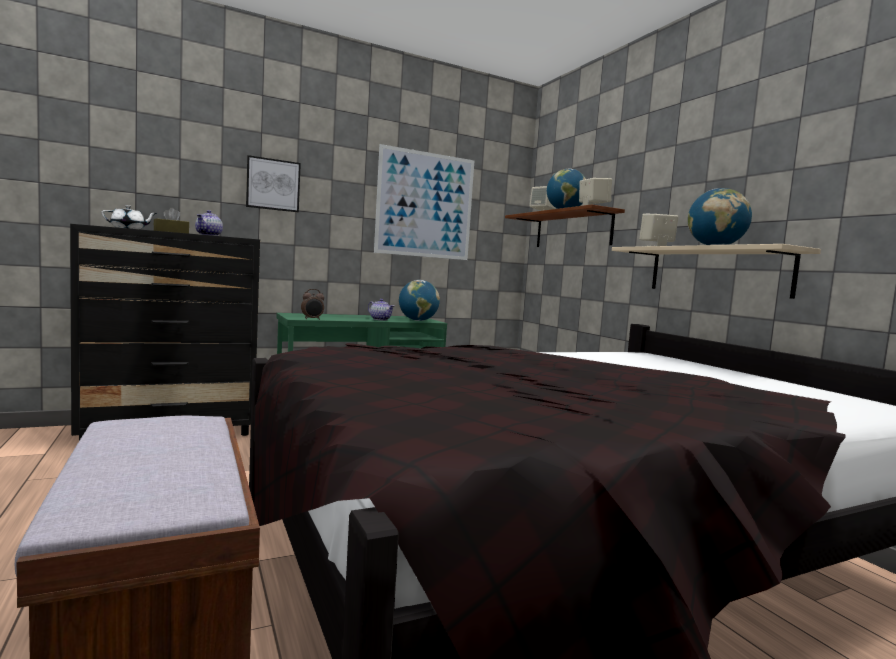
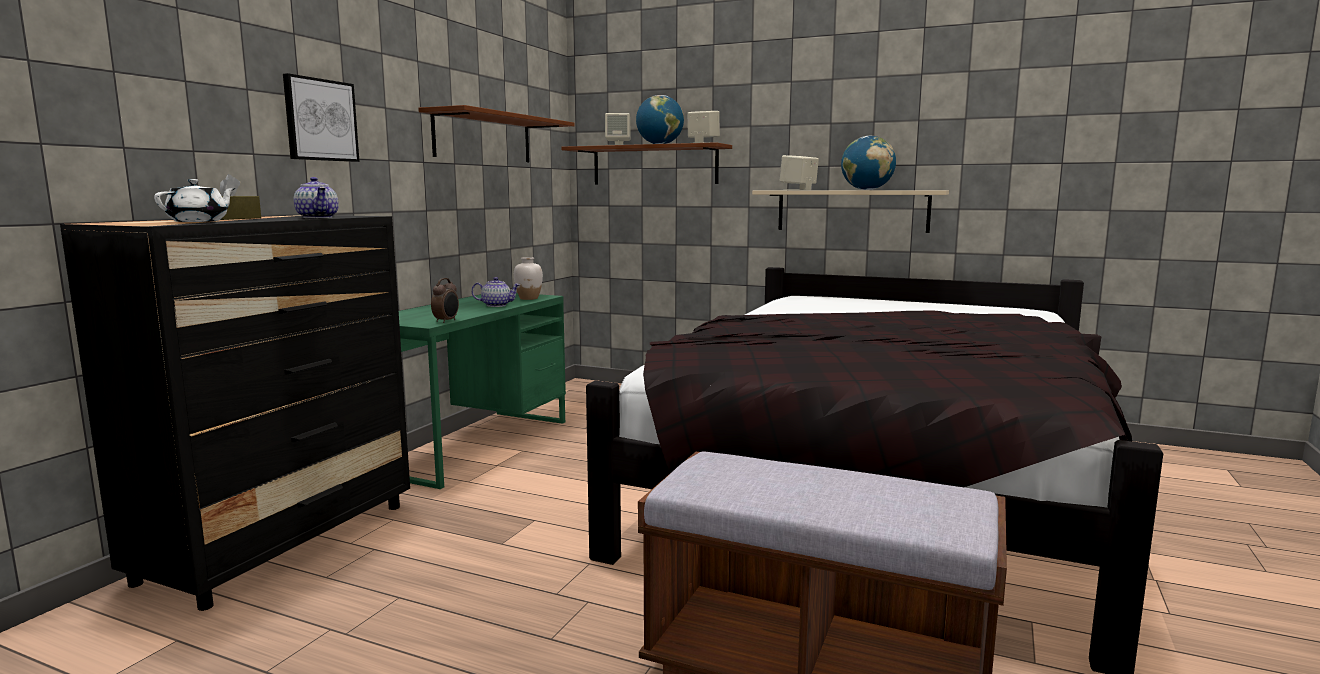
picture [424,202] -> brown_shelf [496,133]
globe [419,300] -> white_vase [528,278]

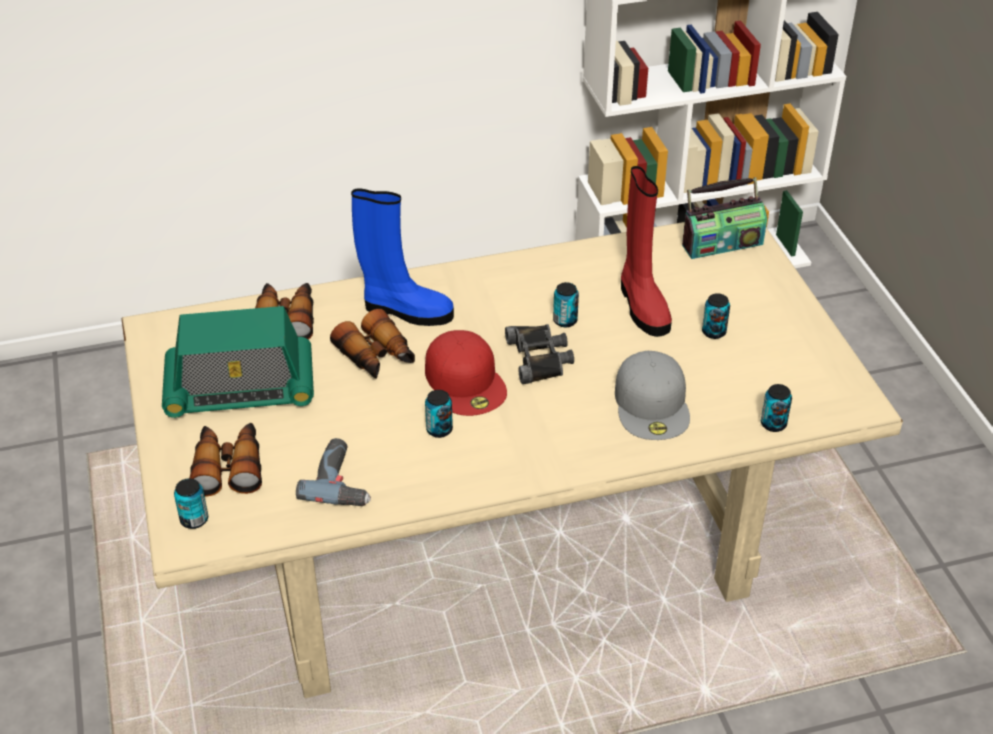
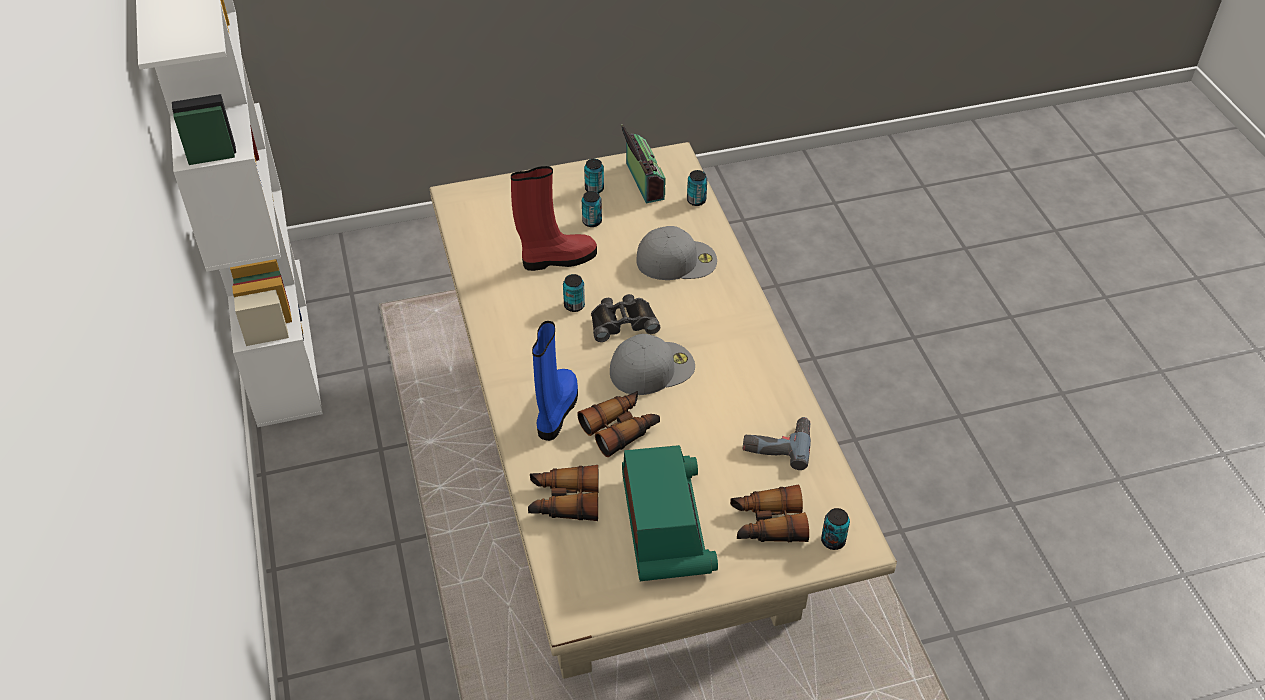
red_cap [466,373] -> grey_cap [652,364]
can [439,414] -> can [594,176], relocated
radio [724,218] -> radio [643,164], relocated

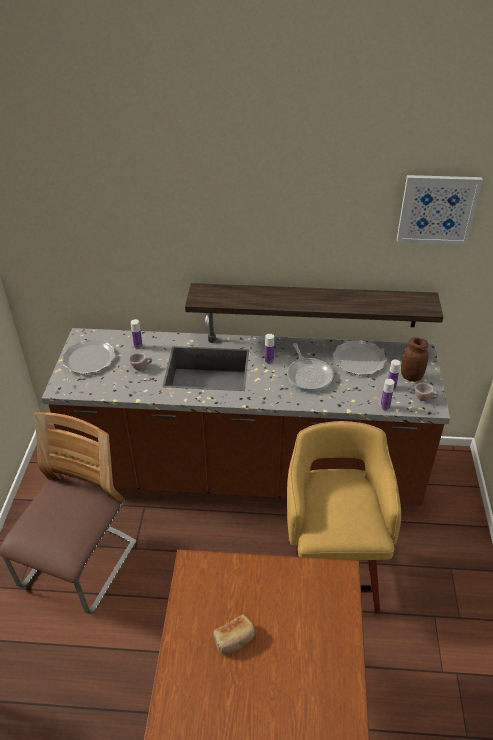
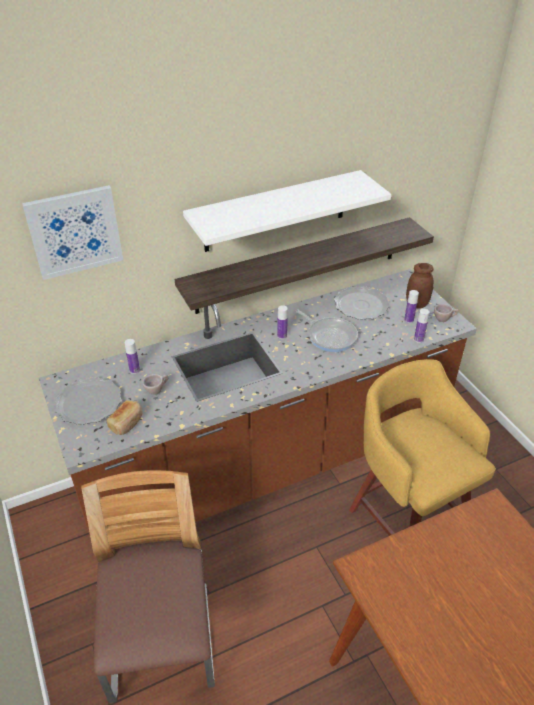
bread [234,634] -> bread [124,417], relocated
picture [440,210] -> picture [72,232], relocated
none -> white_shelf [287,211]

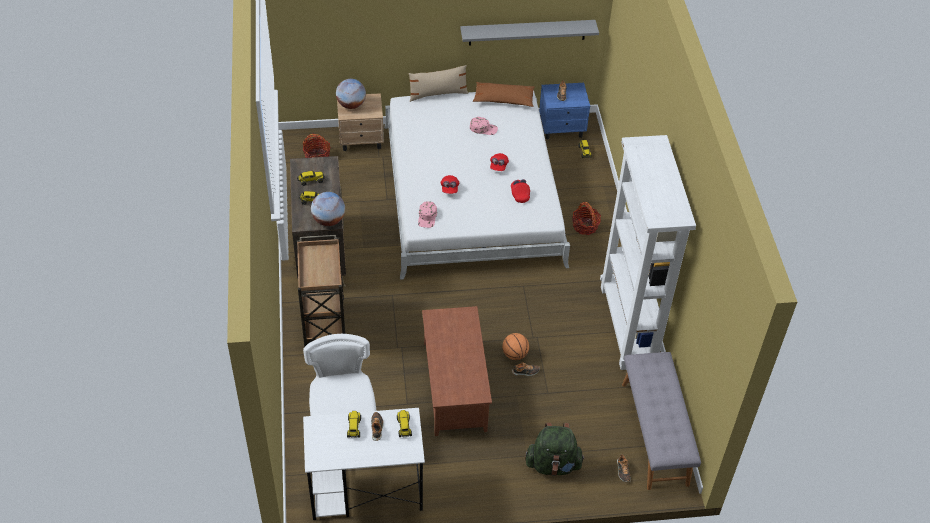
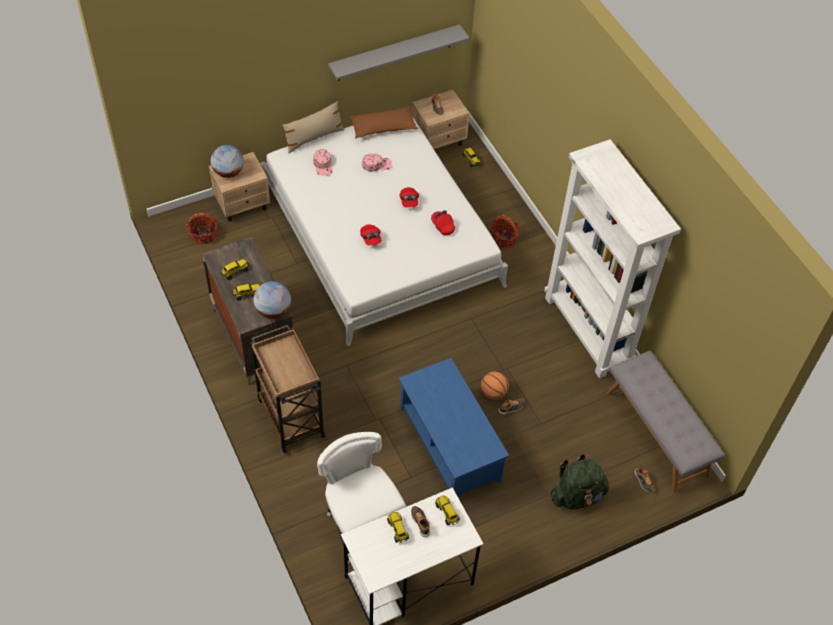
pink_cap [427,214] -> pink_cap [323,162], relocated
brown_coffee_table [457,371] -> blue_coffee_table [454,427]
blue_nightstand [564,111] -> beige_nightstand [441,119]

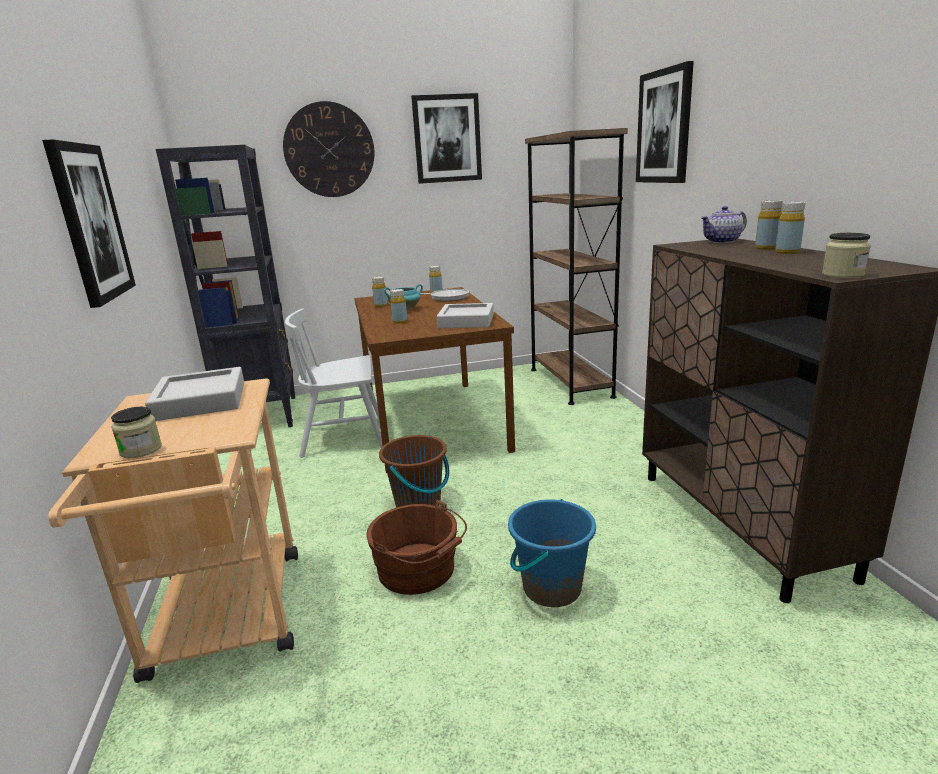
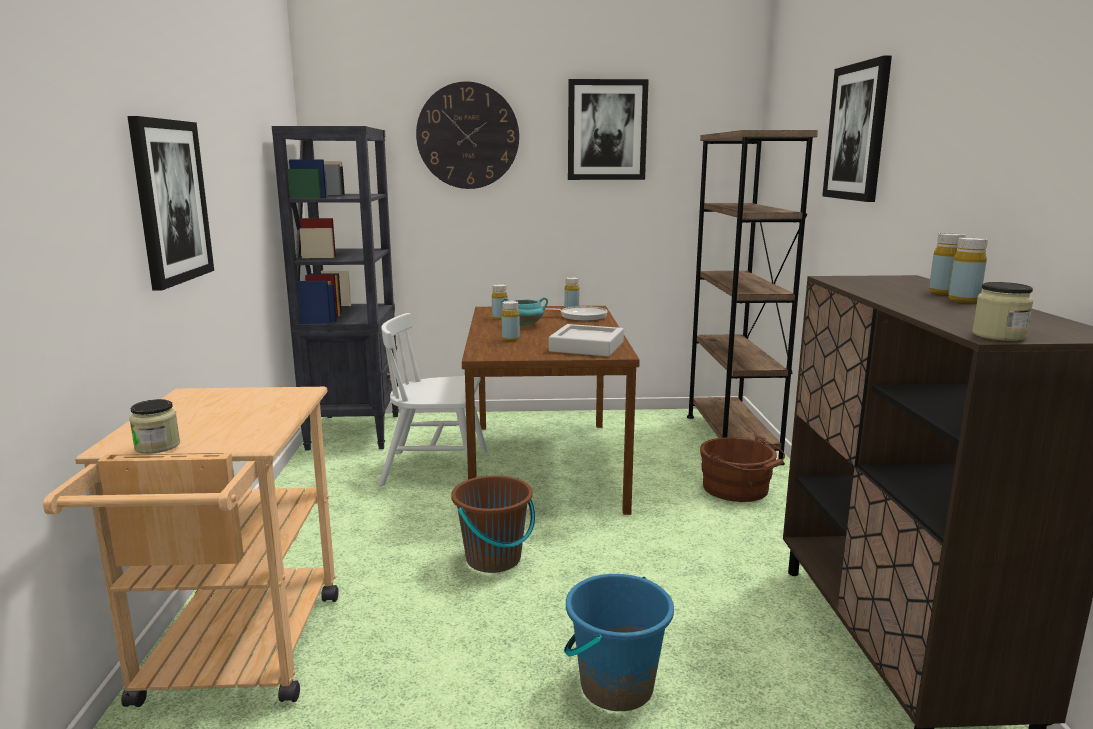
grey_tray [194,394] -> none
brown_bucket [417,547] -> brown_bucket [742,468], relocated
teapot [724,224] -> none

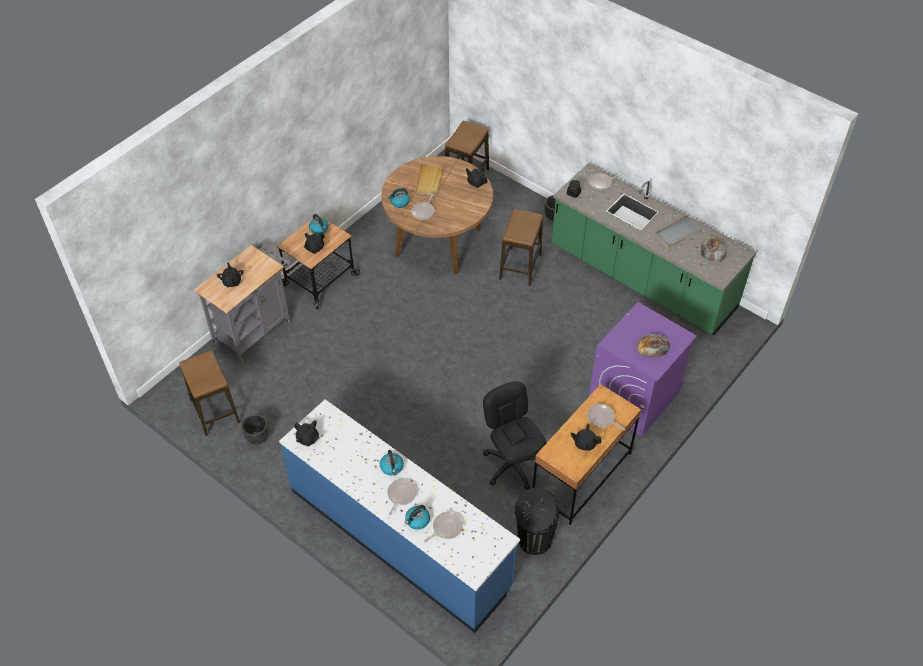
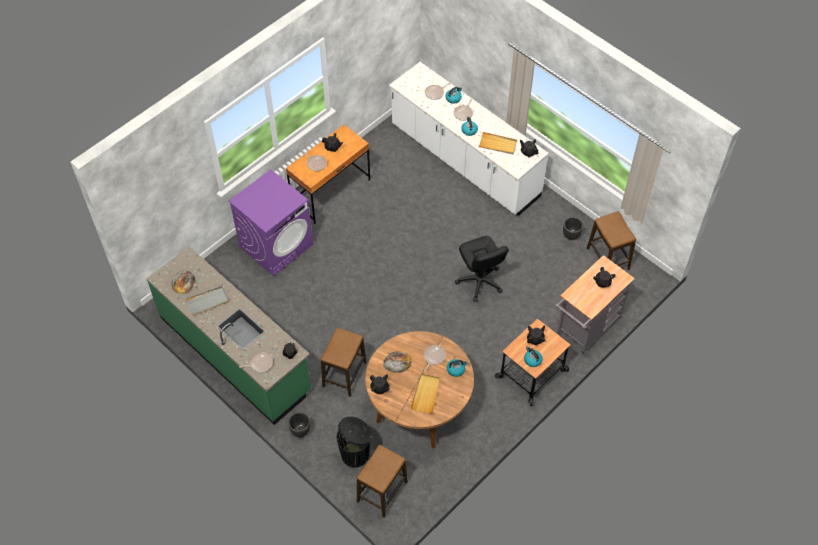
blue_counter [399,516] -> white_counter [469,139]
black_office_chair [514,435] -> black_office_chair [482,269], relocated
black_trash_can [537,521] -> black_trash_can [354,442], relocated
bread [653,345] -> bread [397,362], relocated
none -> beige_tray [498,143]

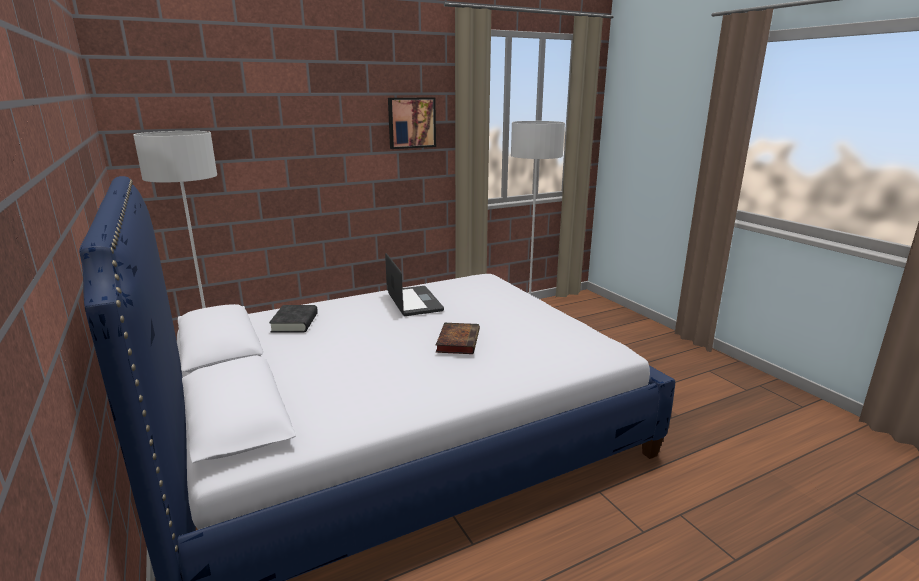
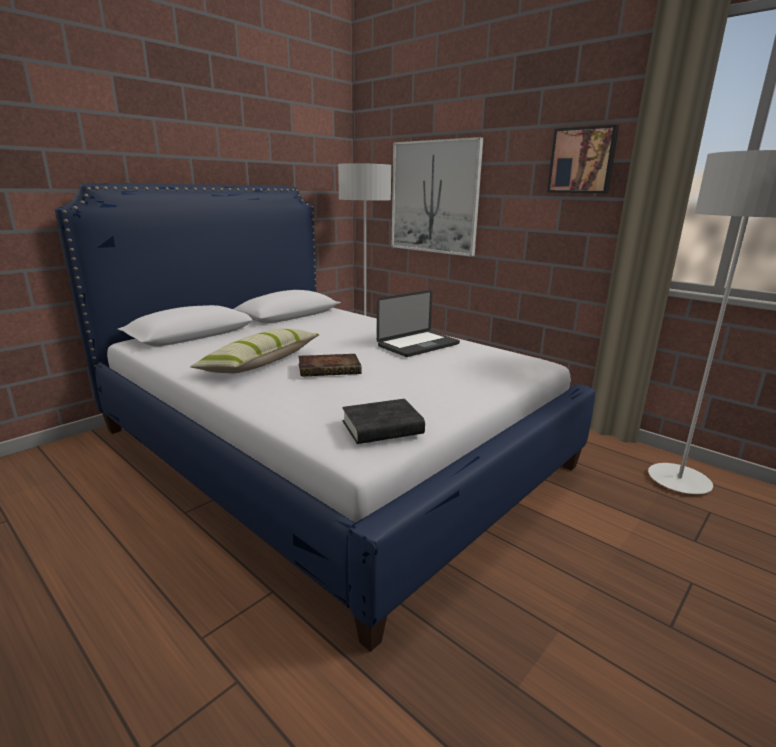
black_book [293,319] -> black_book [383,421], relocated
none -> pillow [254,351]
none -> picture [437,197]

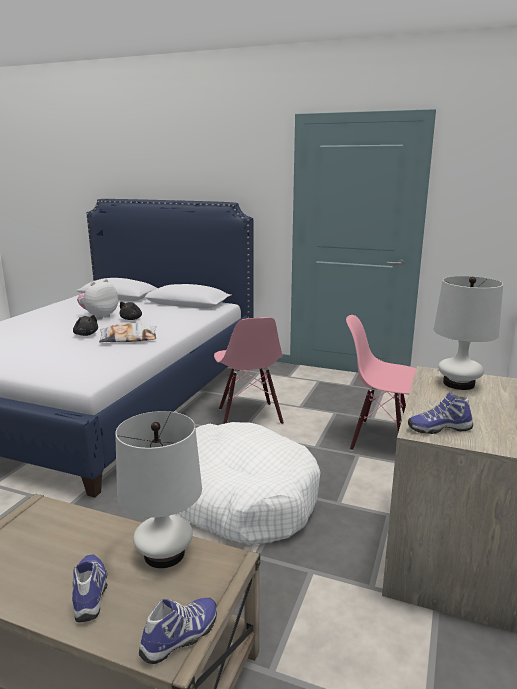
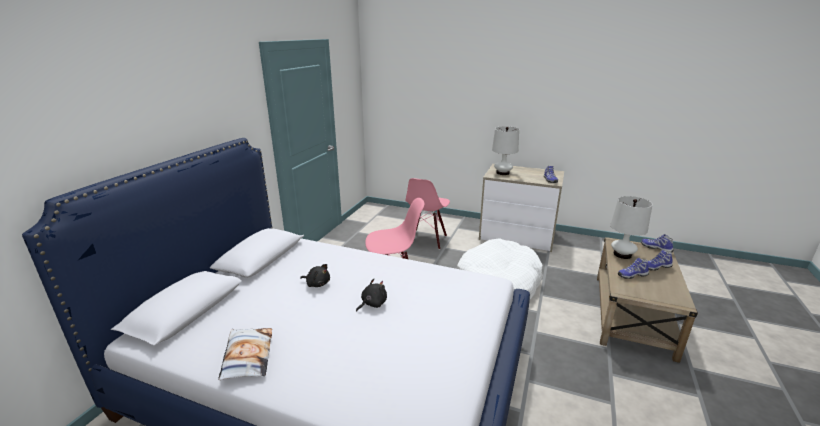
plush_toy [97,299] -> none
pillow [128,332] -> pillow [245,354], relocated
none -> shoe [633,268]

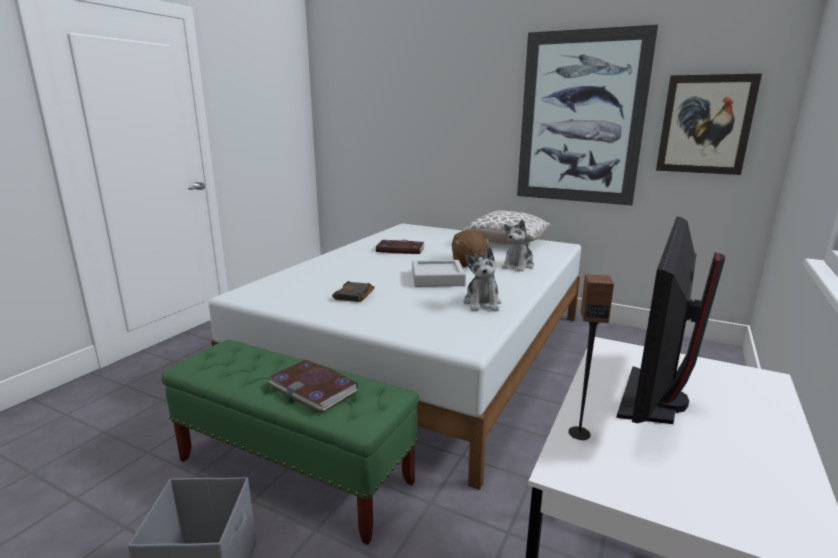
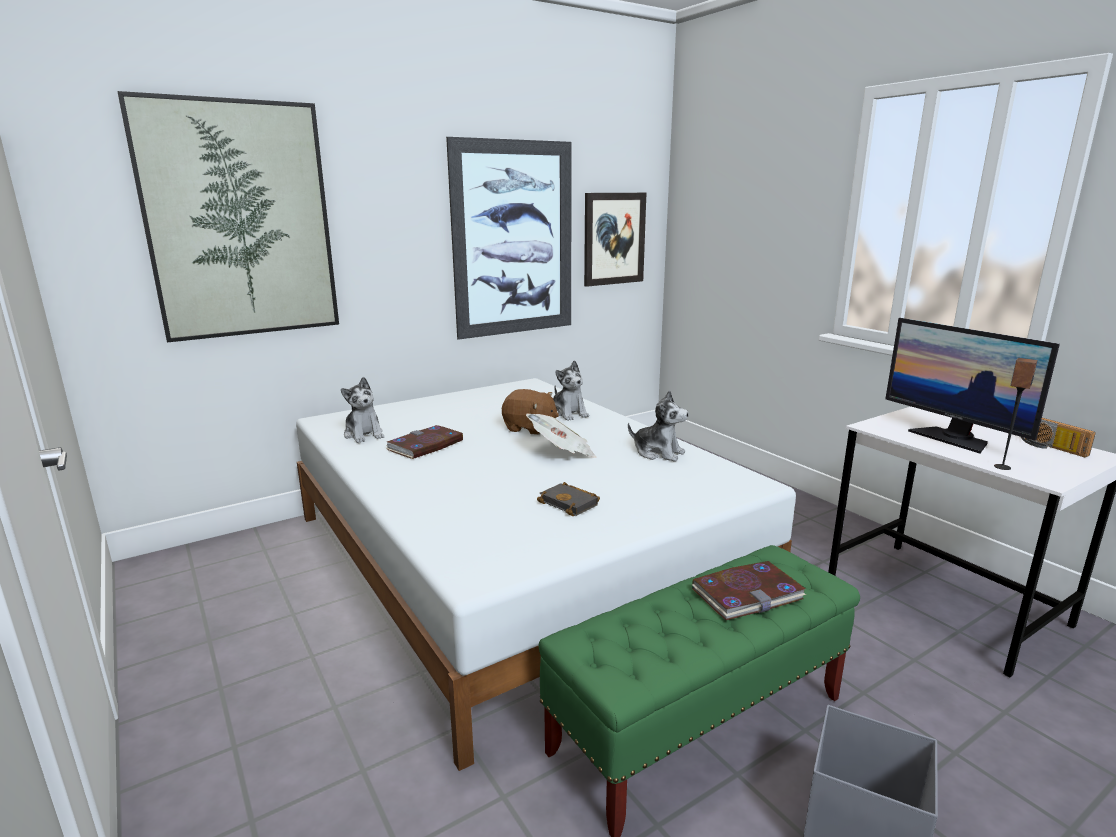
grey_tray [439,273] -> newspaper [561,435]
pillow [506,228] -> none
none -> picture [228,217]
none -> plush_toy [362,410]
none -> radio [1058,437]

